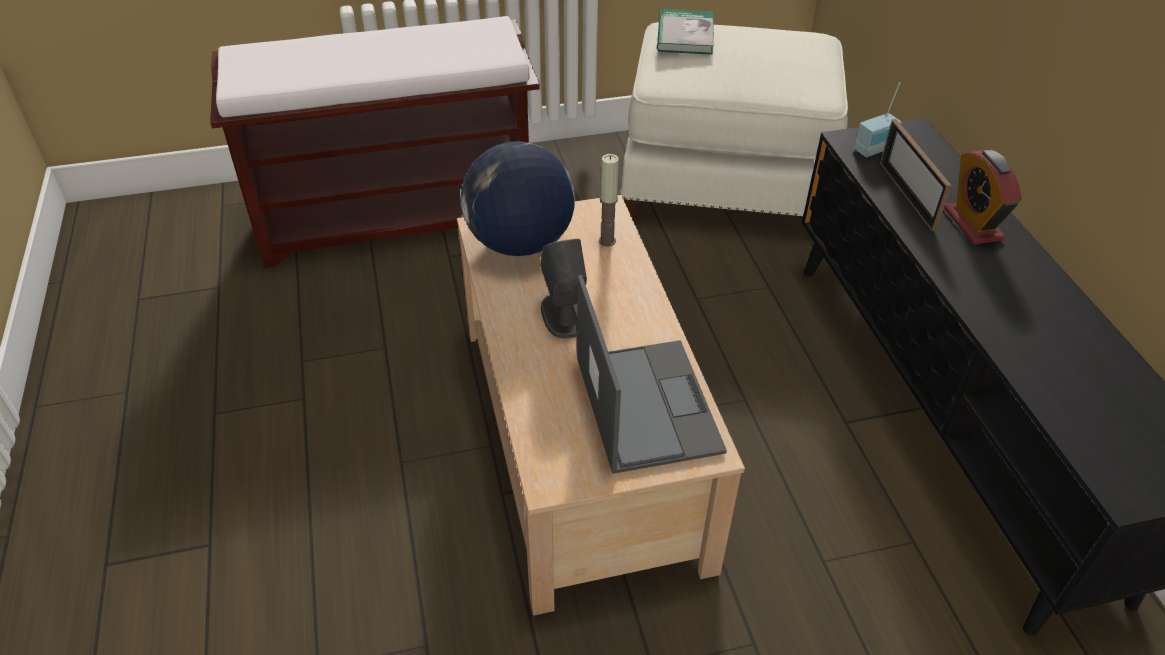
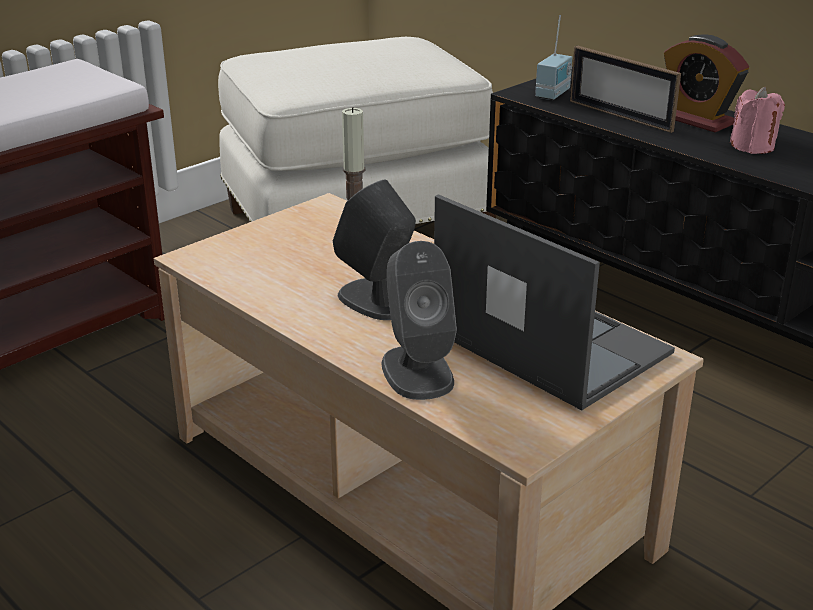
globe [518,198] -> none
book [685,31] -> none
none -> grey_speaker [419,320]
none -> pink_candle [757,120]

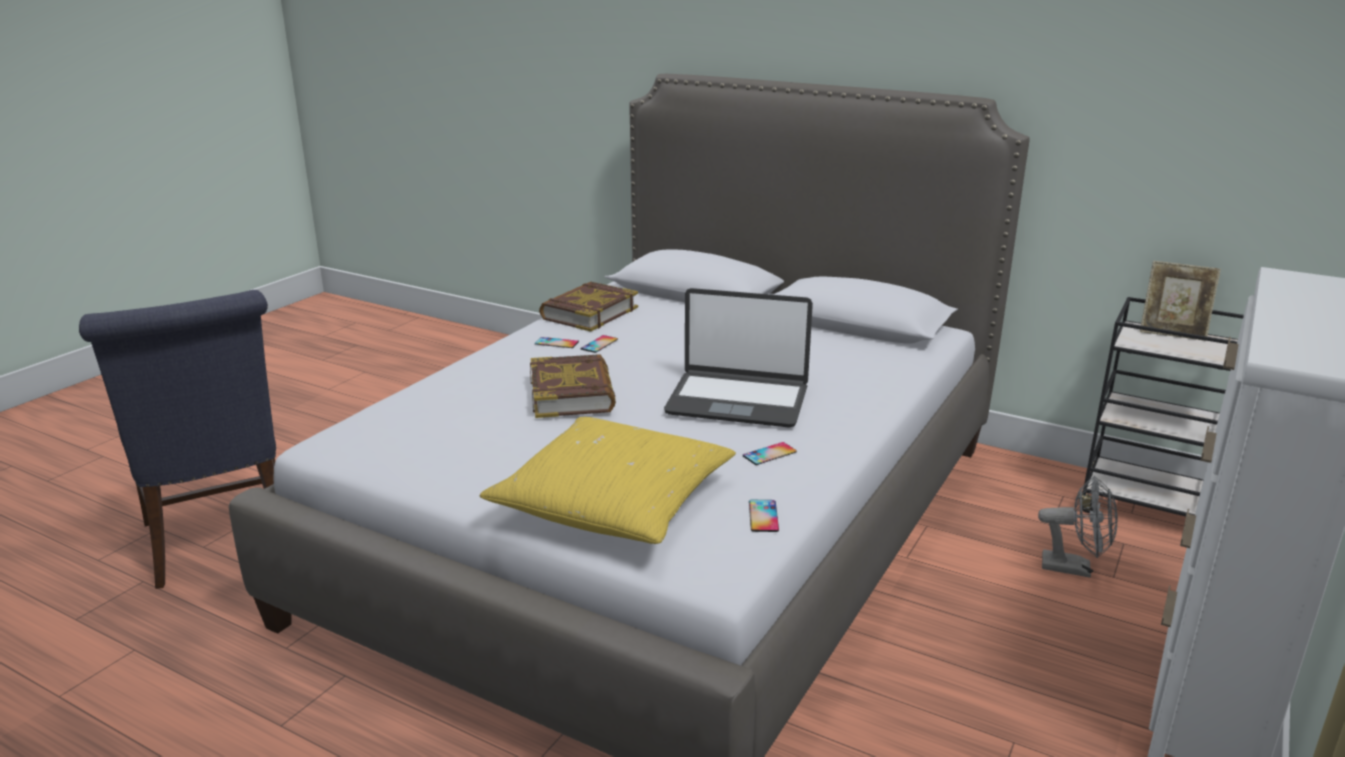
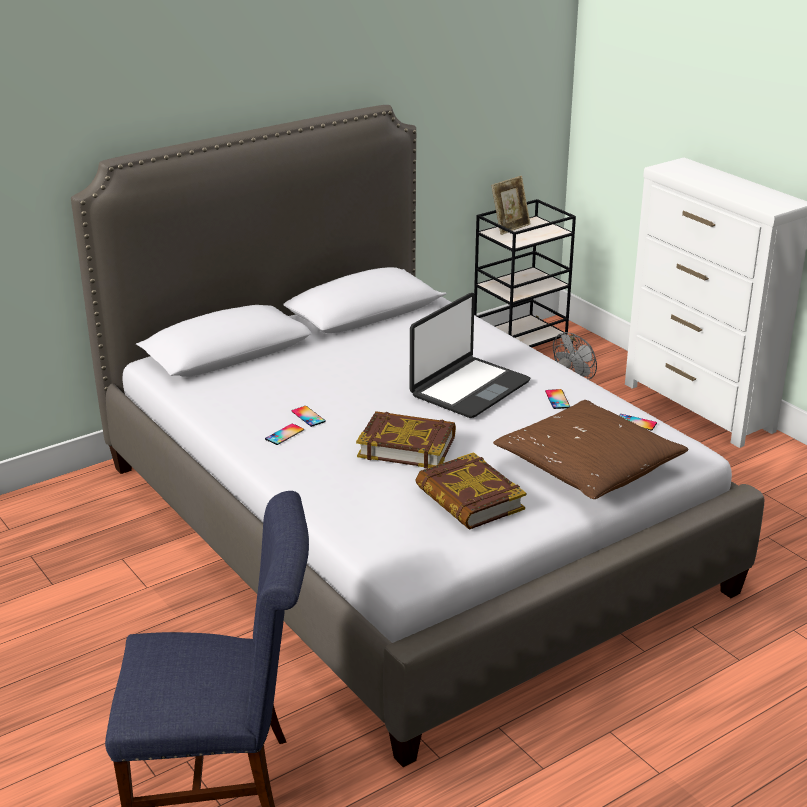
yellow_pillow [607,480] -> brown_pillow [590,449]
book [588,307] -> book [470,491], relocated

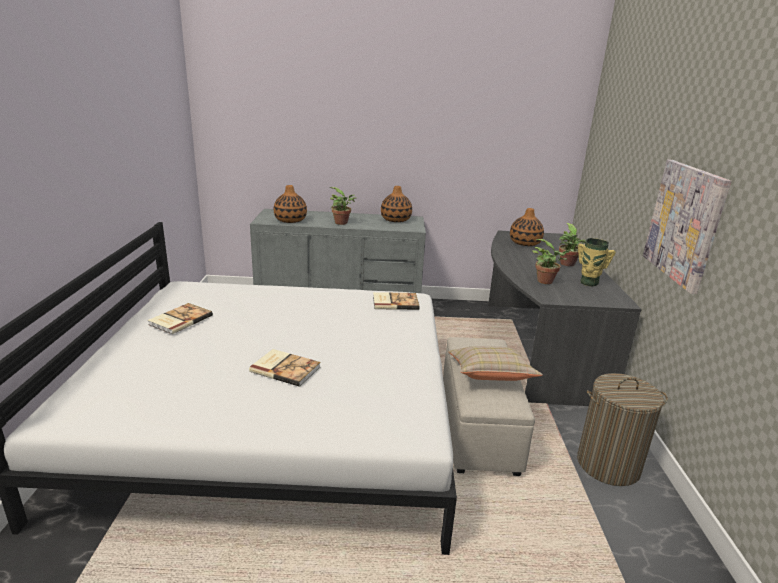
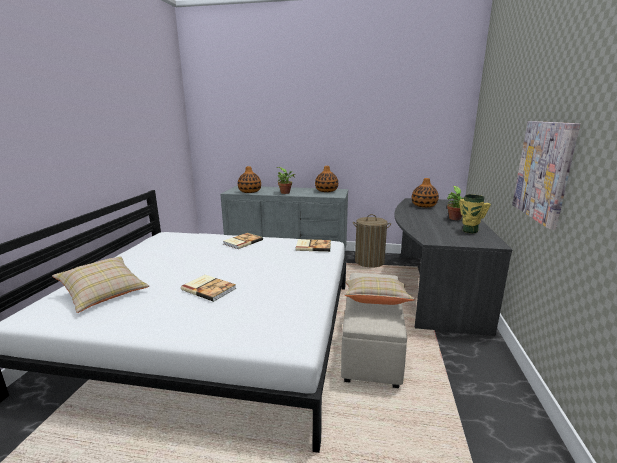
book [180,318] -> book [243,241], relocated
potted_plant [553,261] -> none
laundry_basket [622,429] -> laundry_basket [372,241], relocated
none -> beige_pillow [100,284]

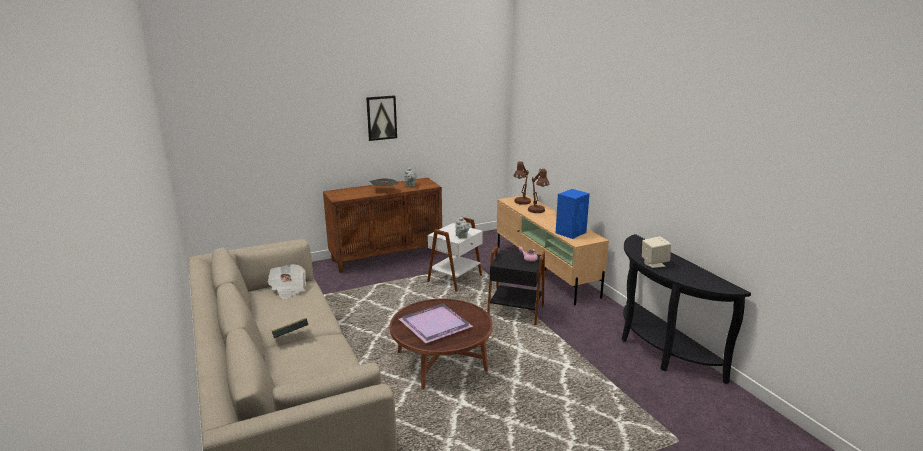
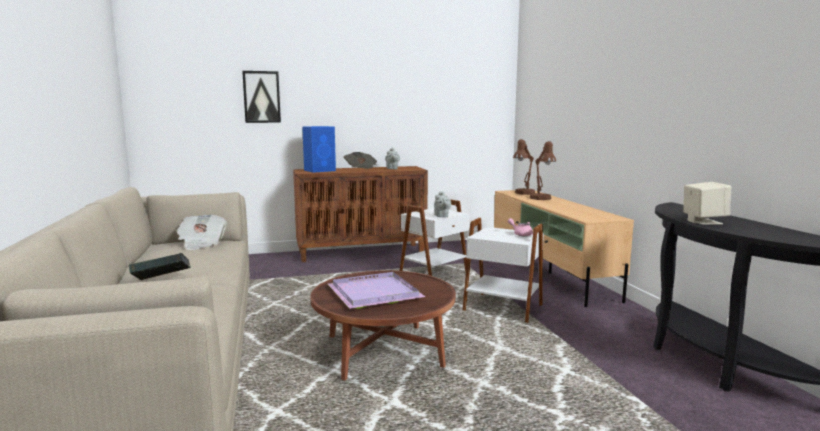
picture [381,118] -> picture [261,97], relocated
black_side_table [516,285] -> white_side_table [503,270]
blue_speaker [573,214] -> blue_speaker [319,149], relocated

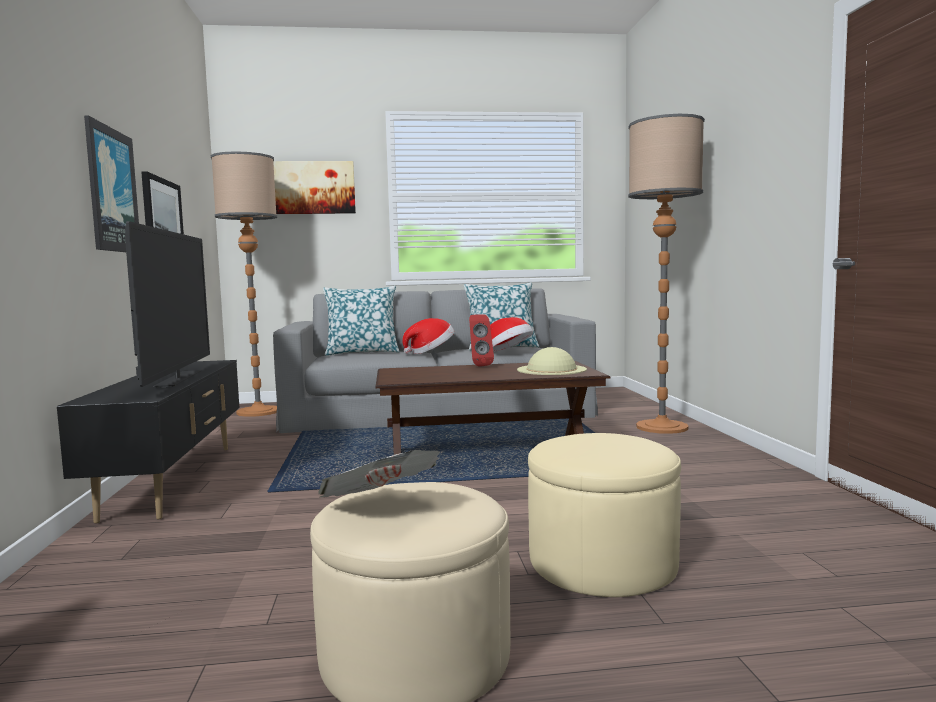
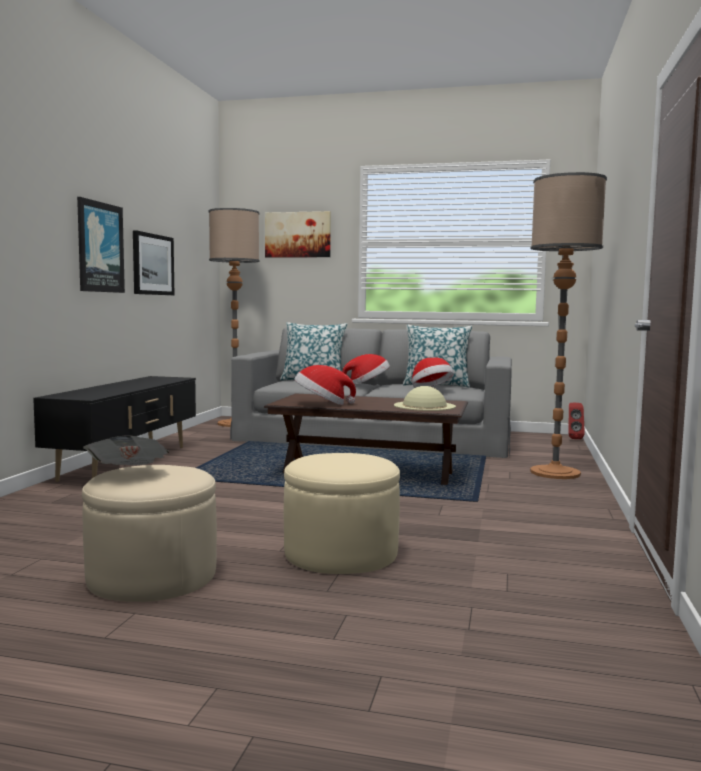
television [167,304] -> none
red_speaker [481,340] -> red_speaker [576,421], relocated
none -> hat [325,385]

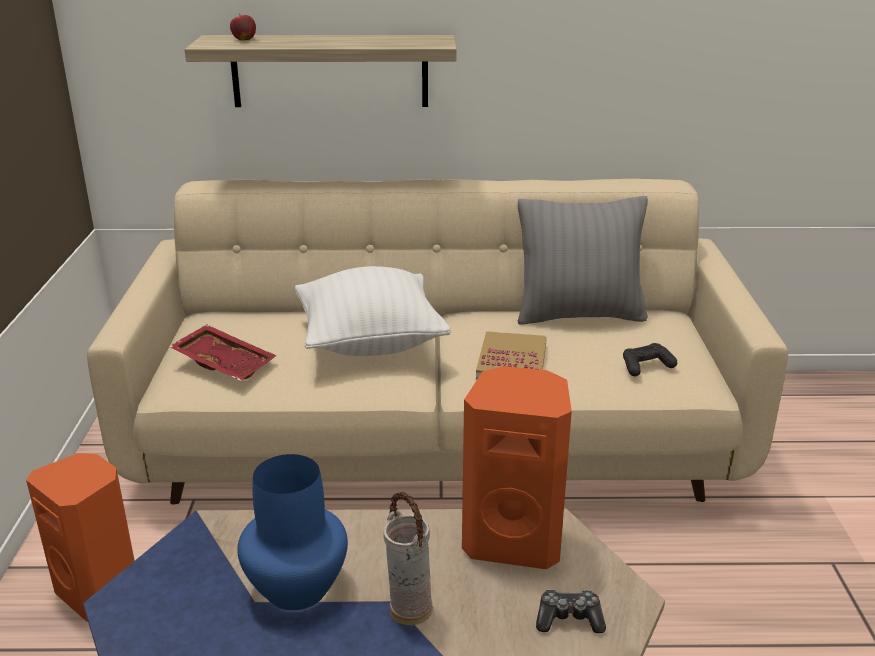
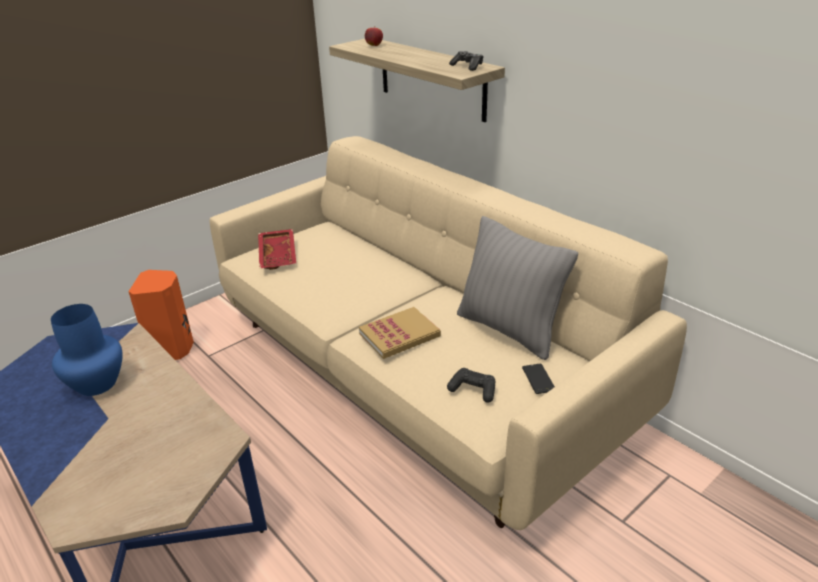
white_pillow [373,311] -> none
vase [408,558] -> none
orange_speaker [517,467] -> none
game_controller [571,611] -> game_controller [466,61], relocated
none -> phone [538,379]

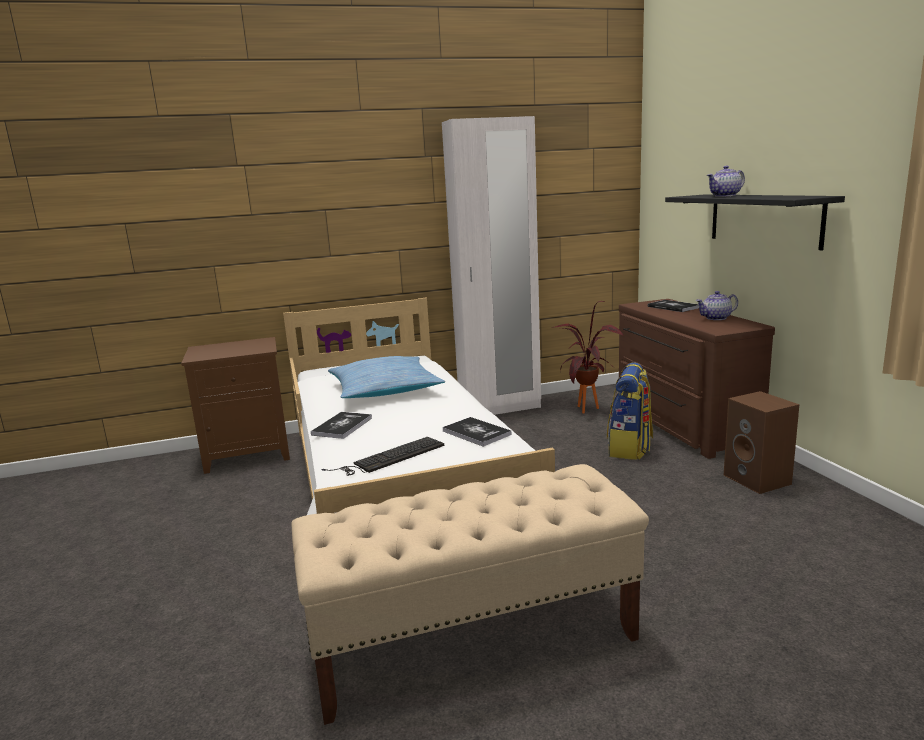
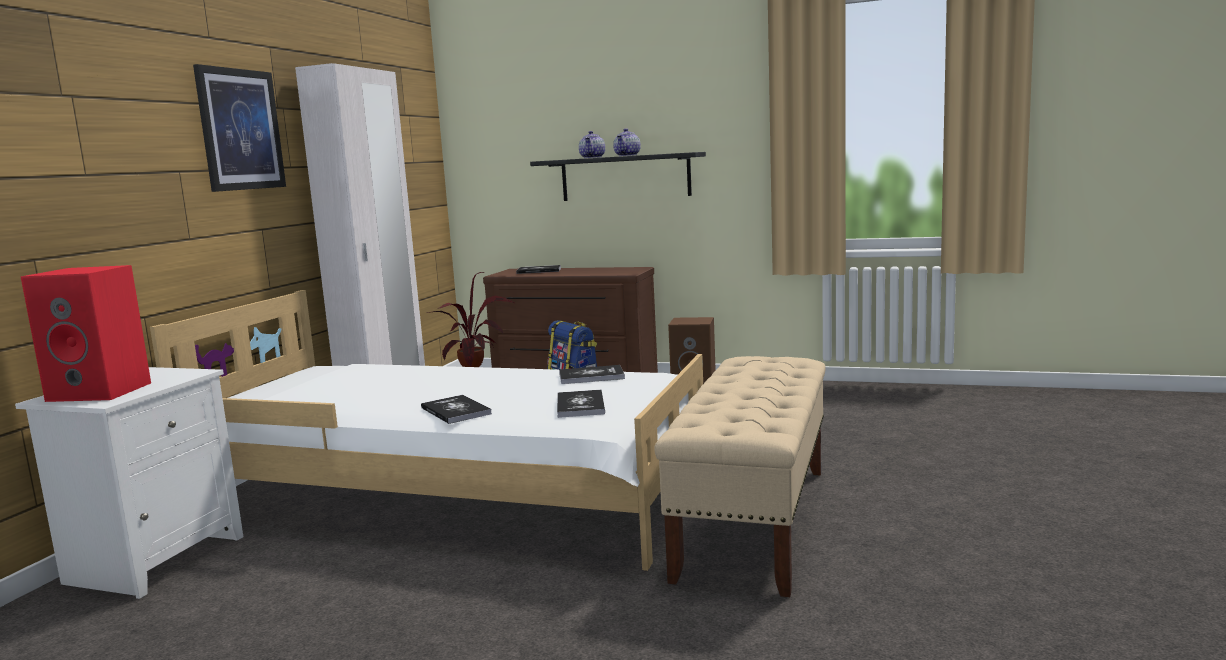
brown_nightstand [235,405] -> white_nightstand [129,483]
keyboard [383,456] -> book [581,404]
pillow [386,377] -> none
teapot [717,305] -> teapot [627,142], relocated
none -> red_speaker [86,333]
none -> picture [239,128]

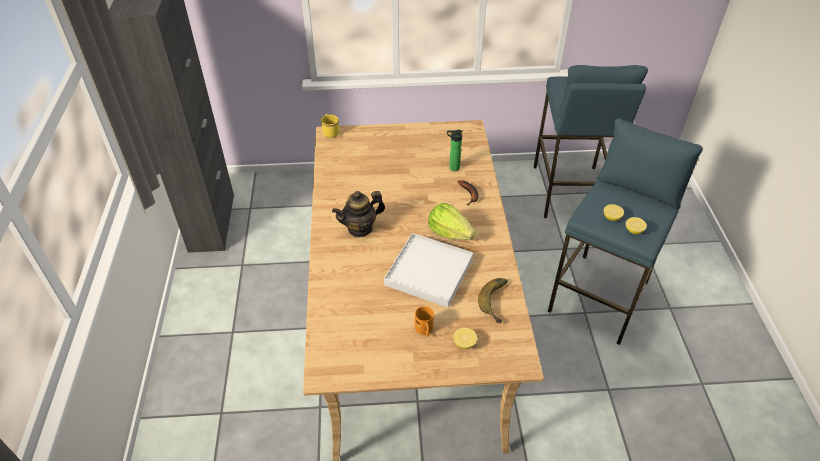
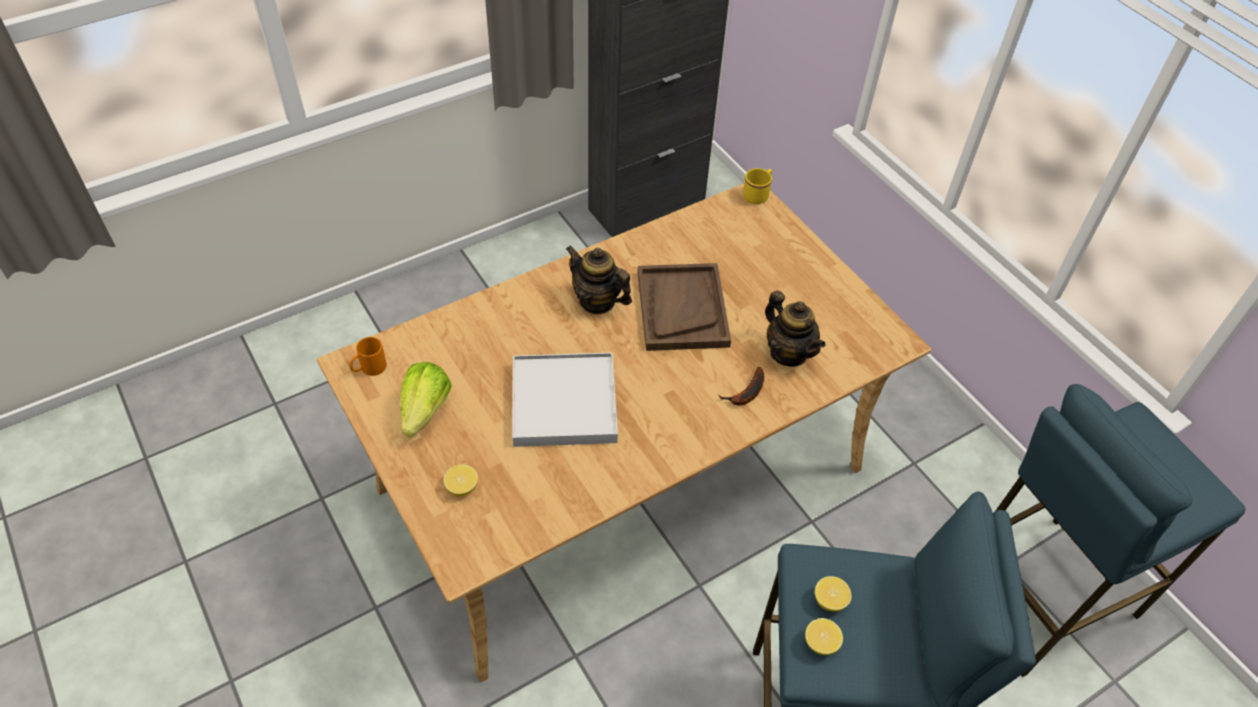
orange_mug [424,321] -> orange_mug [368,356], relocated
lettuce [451,221] -> lettuce [426,399], relocated
bottle [455,150] -> teapot [795,329]
banana [493,300] -> none
none -> brown_tray [684,307]

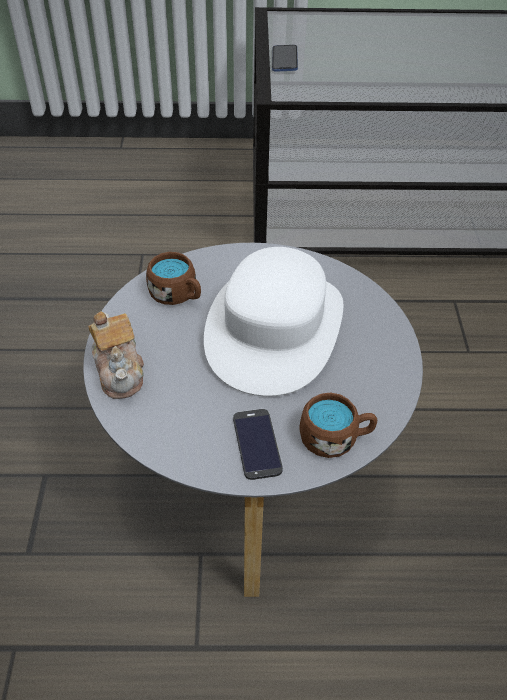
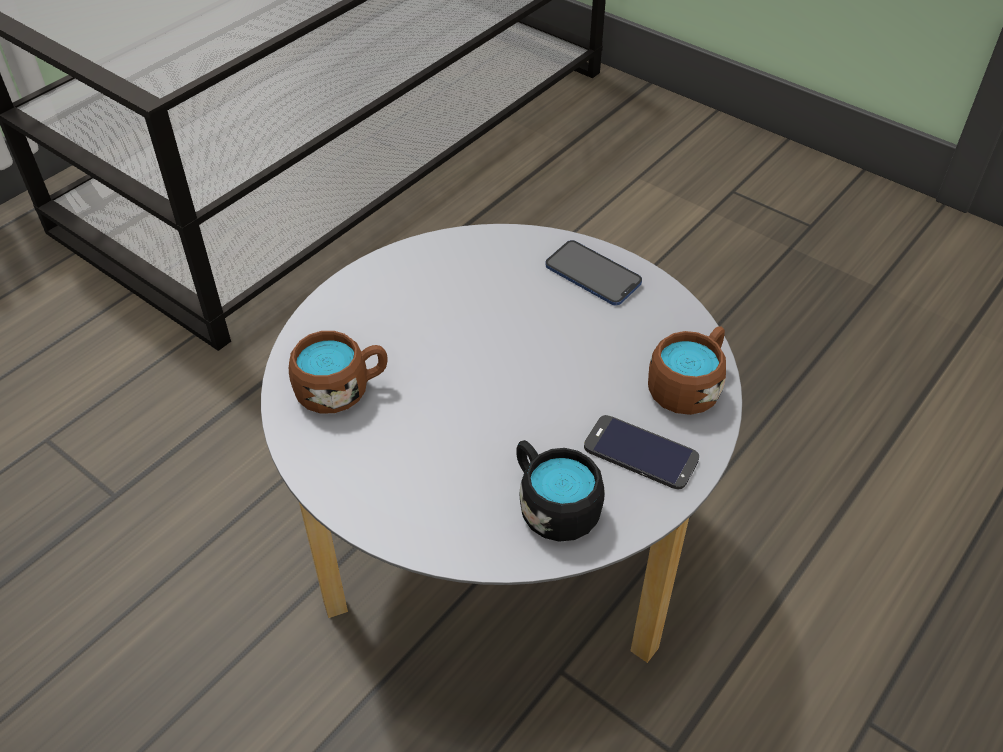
teapot [116,355] -> none
white_hat [273,322] -> none
phone [285,58] -> phone [593,272], relocated
none -> black_mug [560,491]

